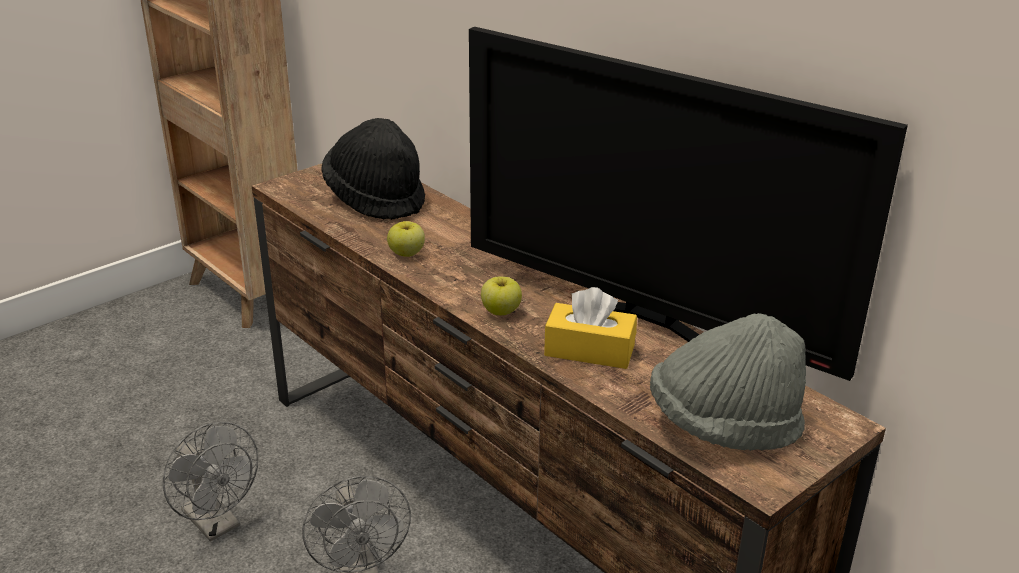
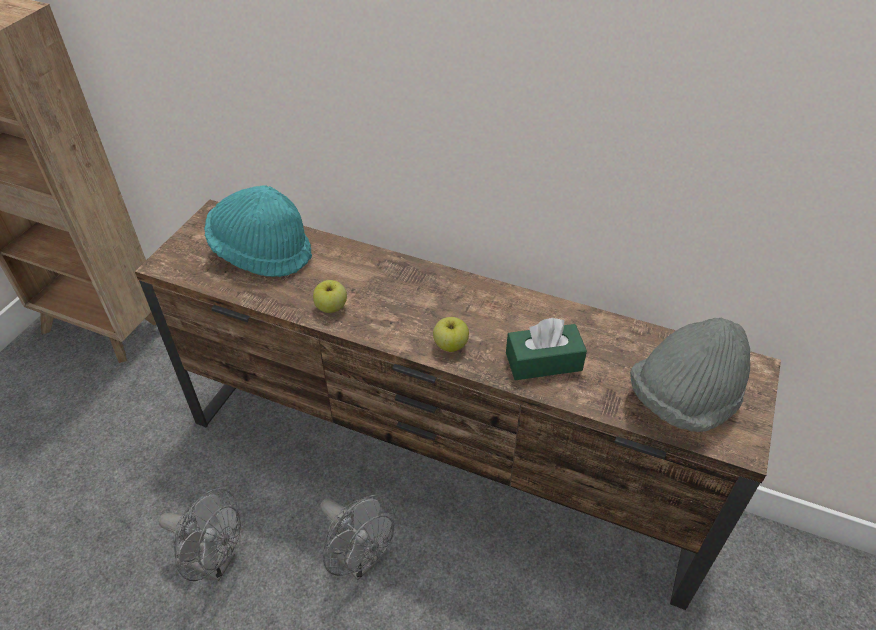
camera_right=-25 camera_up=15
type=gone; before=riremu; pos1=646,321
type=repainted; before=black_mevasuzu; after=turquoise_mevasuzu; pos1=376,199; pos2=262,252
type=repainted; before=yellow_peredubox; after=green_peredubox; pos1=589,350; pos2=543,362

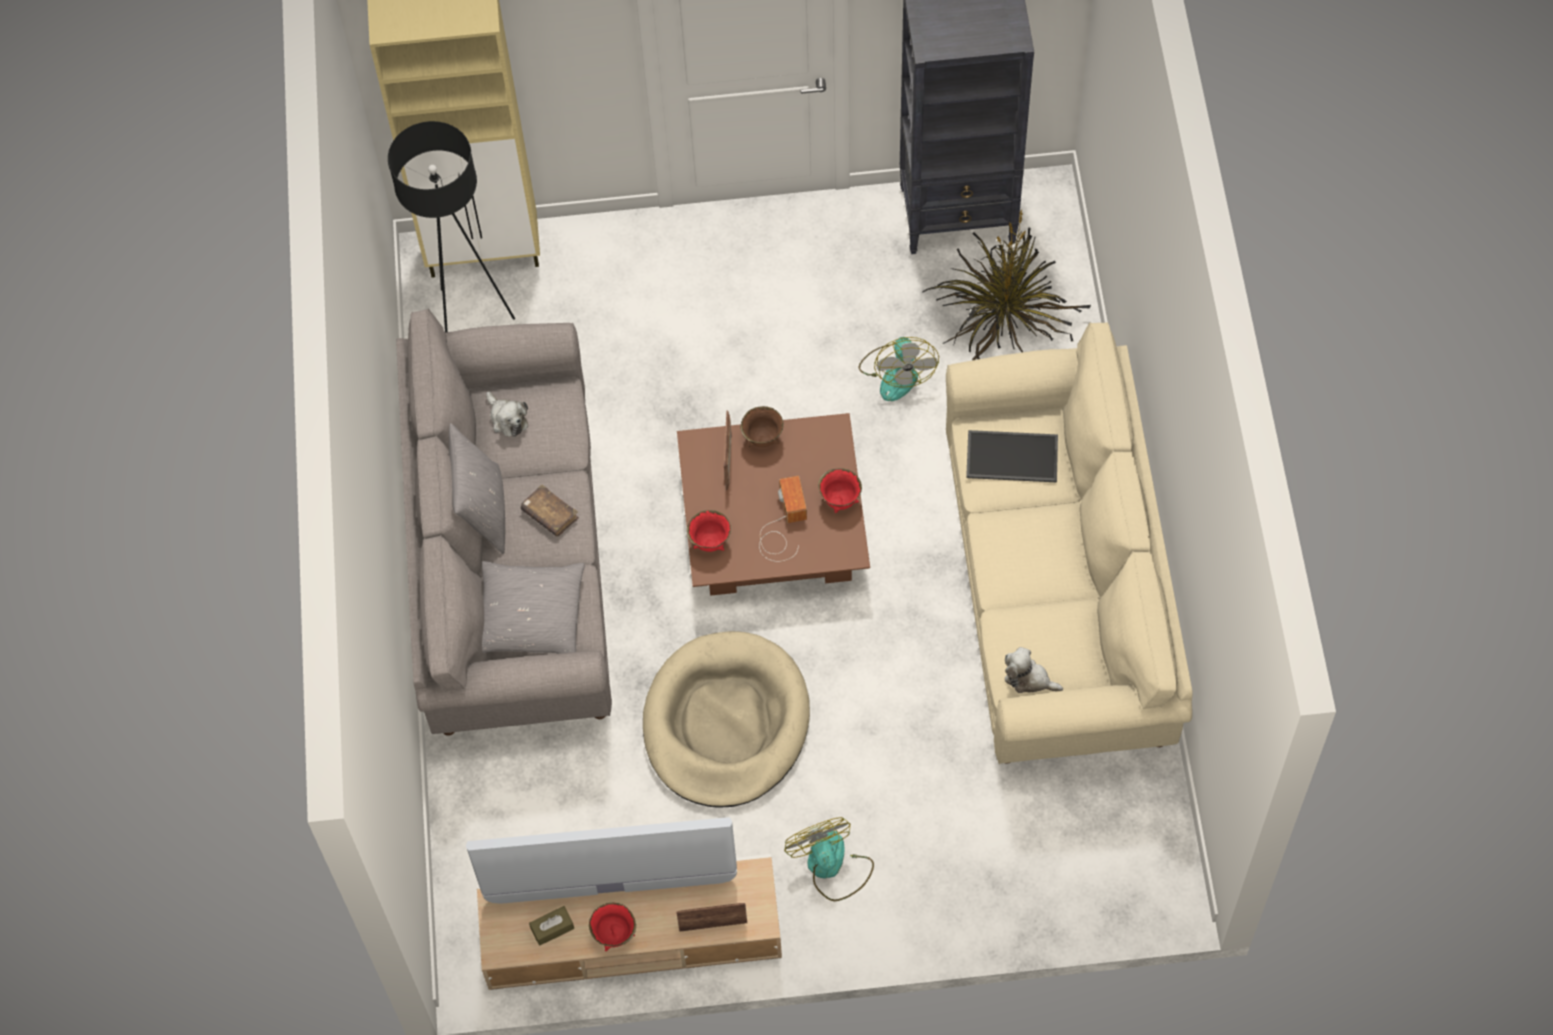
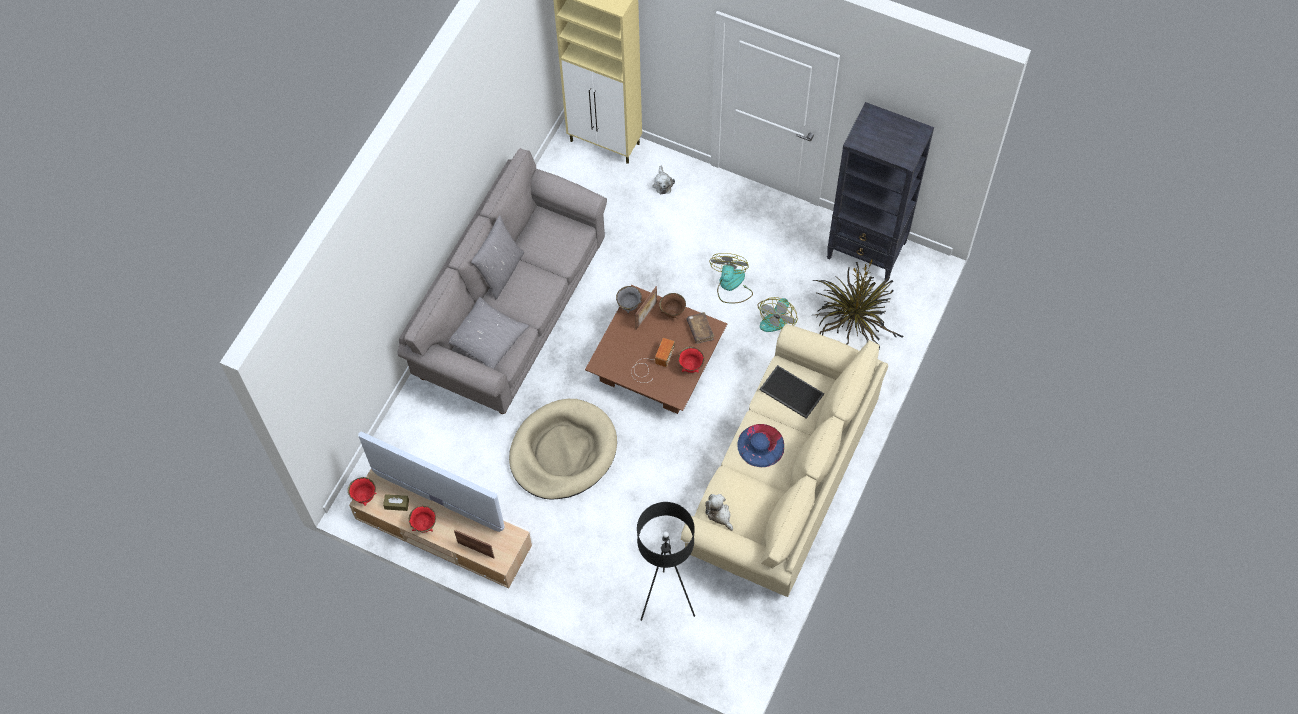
camera_right=30 camera_up=0
type=shifted; before=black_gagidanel; pos1=468,321; pos2=666,602
type=shifted; before=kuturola; pos1=507,419; pos2=662,184
type=shifted; before=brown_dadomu; pos1=550,514; pos2=700,330
type=shifted; before=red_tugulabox; pos1=710,542; pos2=364,496
type=shifted; before=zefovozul; pos1=831,866; pos2=731,285
type=new; after=grey_tugulabox; pos2=629,305
type=new; after=blue_mevasuzu; pos2=761,445

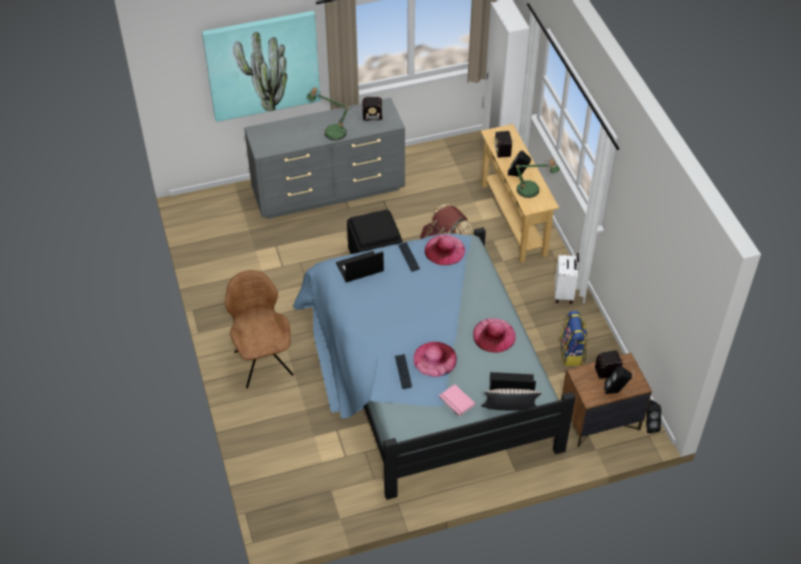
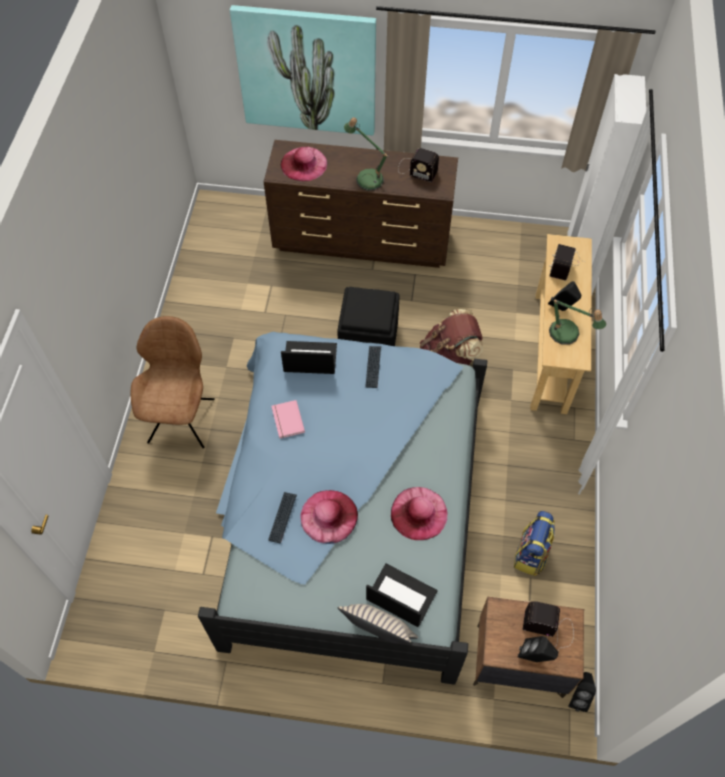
camera_right=25 camera_up=10
type=repainted; before=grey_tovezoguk; after=brown_tovezoguk; pos1=329,191; pos2=362,242
type=shifted; before=pink_mevasuzu; pos1=444,250; pos2=304,164
type=gone; before=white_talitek; pos1=564,294
type=shifted; before=pink_dadomu; pos1=456,401; pos2=286,420

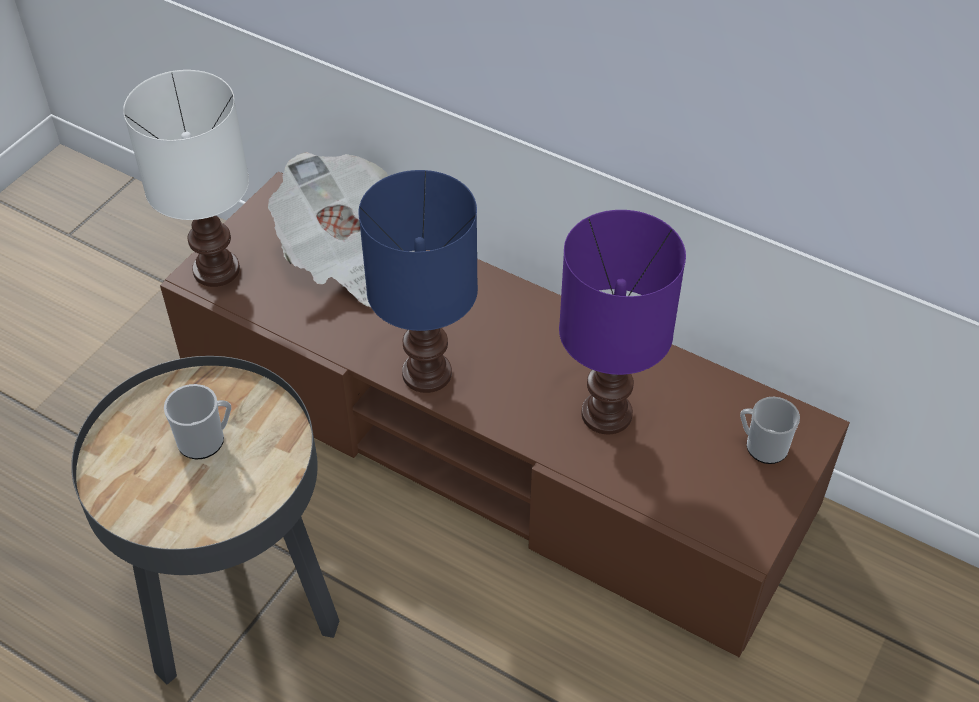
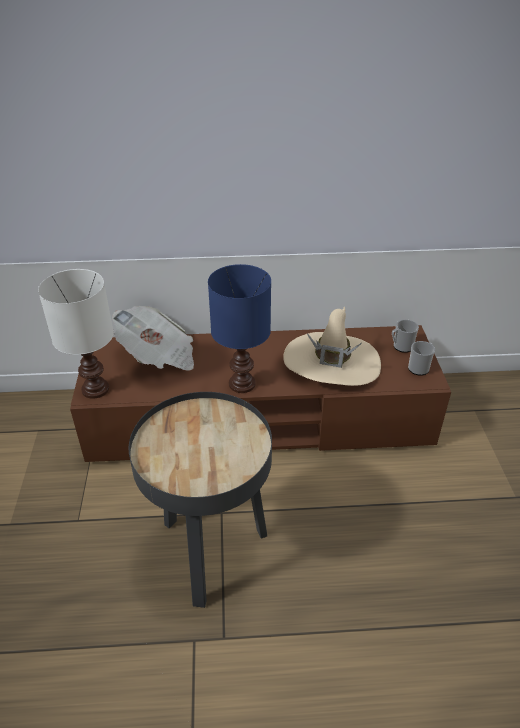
camera_right=-35 camera_up=-10
type=swapped; before=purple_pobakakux; after=beige_mevasuzu; pos1=606,412; pos2=331,363
type=shifted; before=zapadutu; pos1=206,440; pos2=420,367

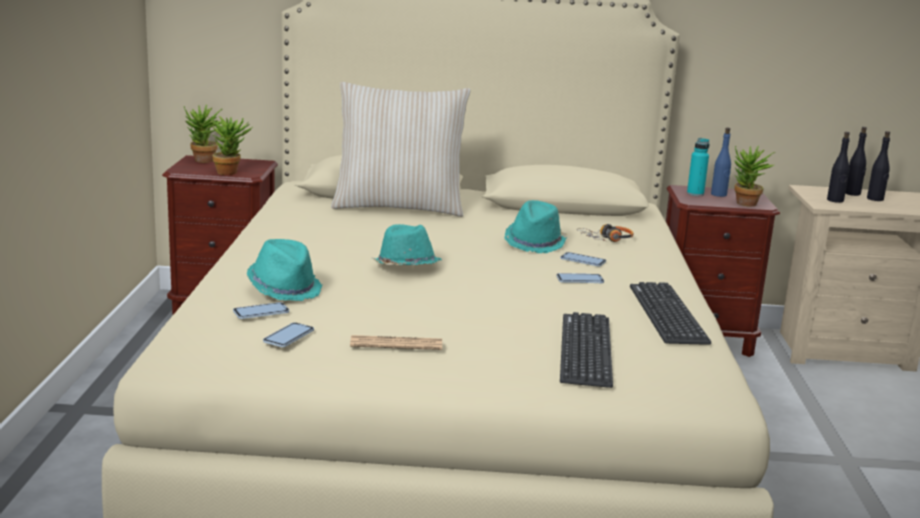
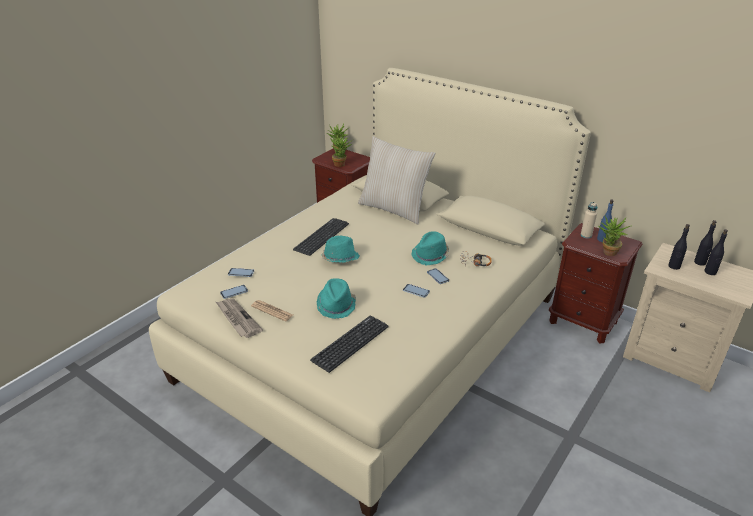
camera_right=35 camera_up=15
type=repainted; before=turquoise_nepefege; after=beige_nepefege; pos1=695,194; pos2=586,235
type=shifted; before=turquoise_mevasuzu; pos1=284,288; pos2=336,305
type=shifted; before=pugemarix; pos1=667,314; pos2=321,237
type=new; after=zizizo; pos2=237,319

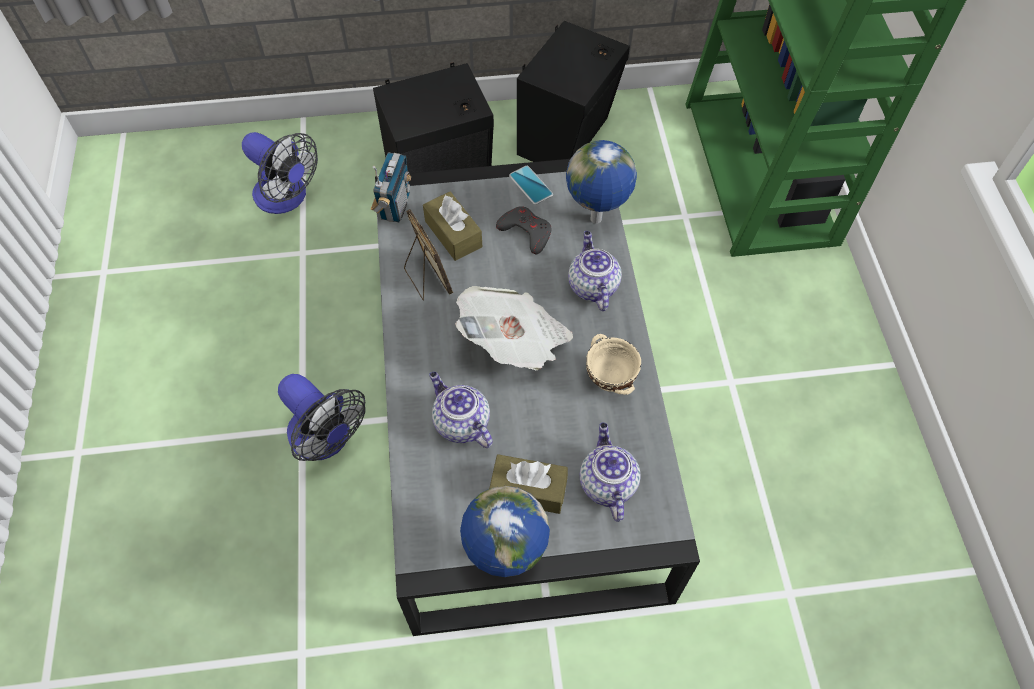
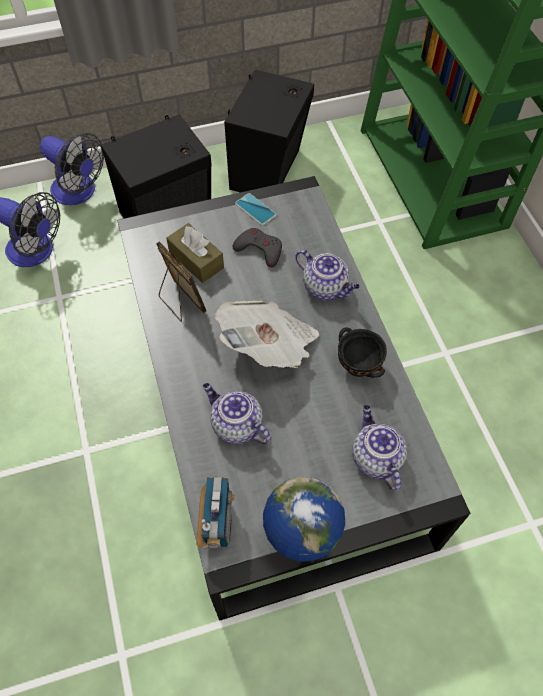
camera_right=-10 camera_up=0
type=gone; before=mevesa; pos1=596,220
type=shifted; before=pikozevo; pos1=394,206; pos2=217,524
type=rotated; before=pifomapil; pos1=592,286; pos2=326,287; turn=150
type=repainted; before=beige_tugulabox; after=black_tugulabox; pos1=610,379; pos2=358,366
type=shifted; before=zefovozul; pos1=326,439; pos2=79,193
type=gone; before=brown_peredubox; pos1=528,490

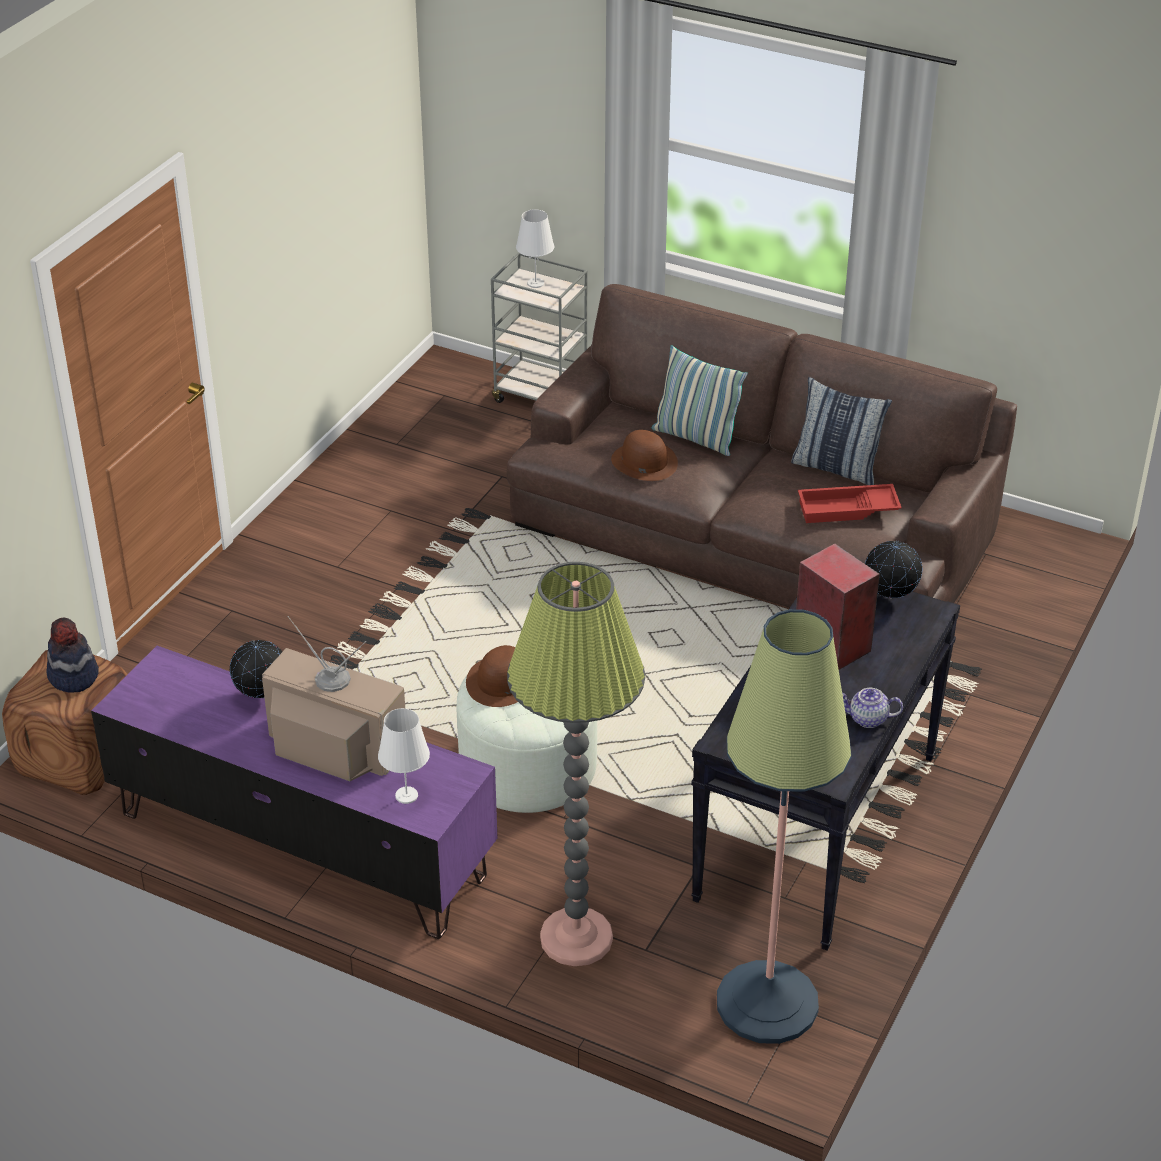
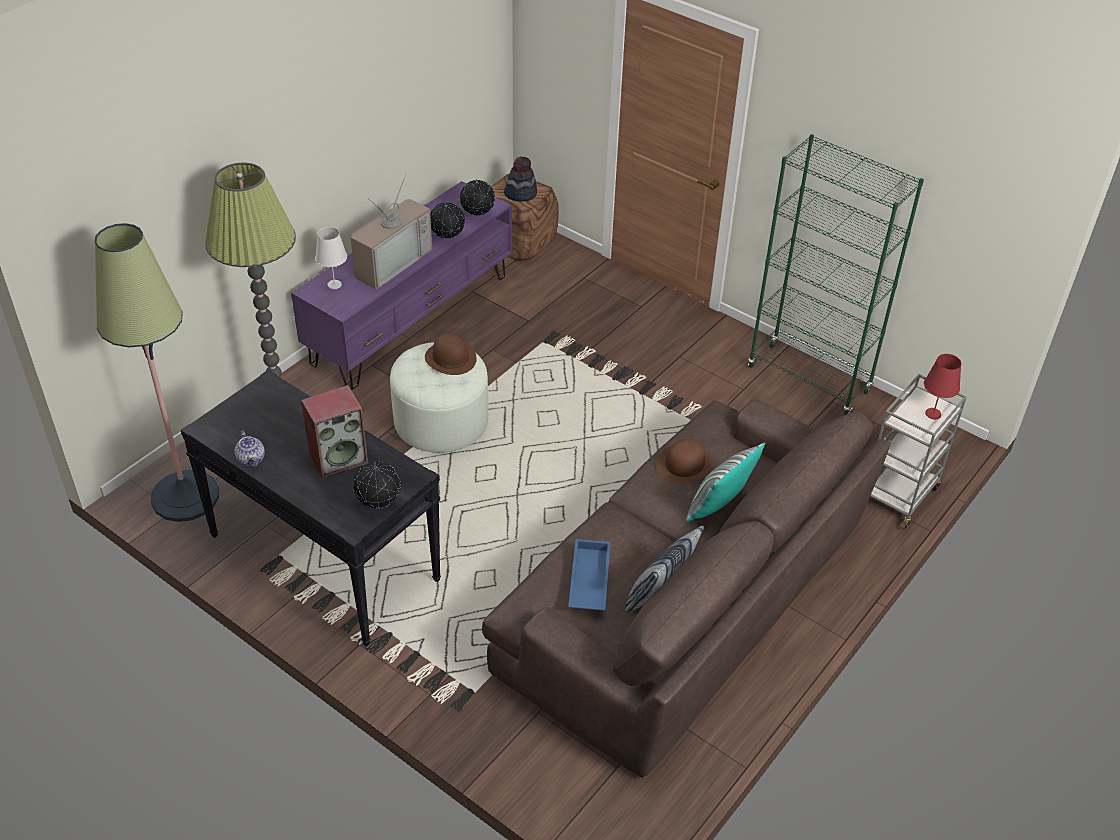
camera_right=100 camera_up=5
type=repainted; before=white_pobakakux; after=red_pobakakux; pos1=536,283; pos2=933,414
type=repainted; before=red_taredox; after=blue_taredox; pos1=847,510; pos2=588,580
type=rotated; before=pifomapil; pos1=867,719; pos2=251,459; turn=135
type=new; after=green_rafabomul; pos2=809,379
type=new; after=mevesa; pos2=477,216

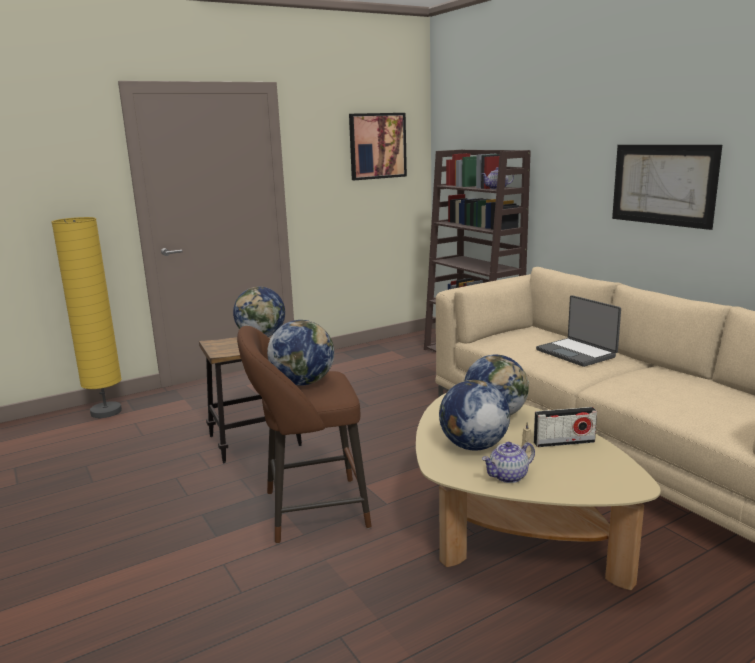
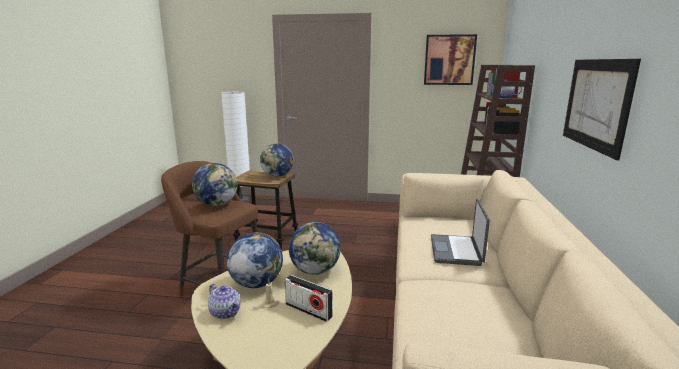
camera_right=40 camera_up=0
type=repainted; before=yellow_gagidanel; after=white_gagidanel; pos1=106,412; pos2=241,201
type=rotated; before=pifomapil; pos1=508,476; pos2=226,313; turn=-150

